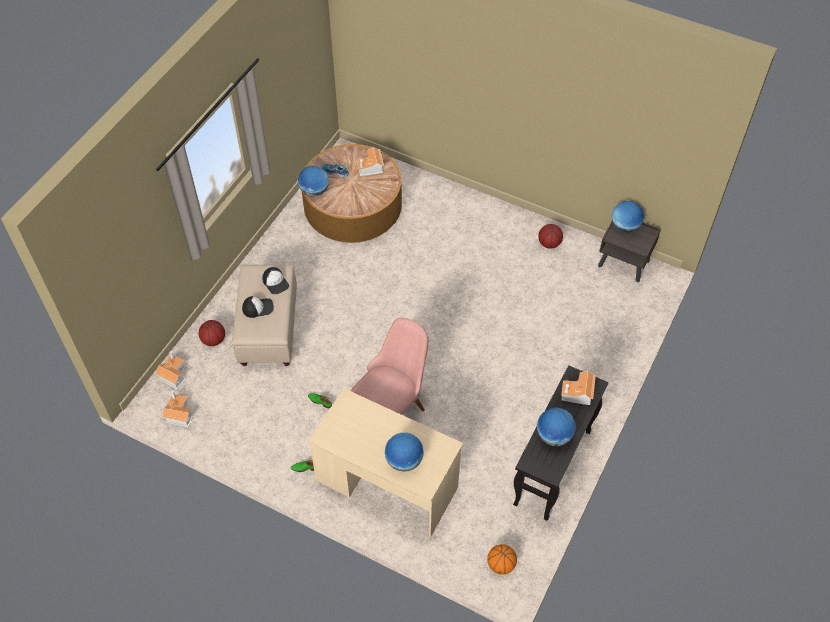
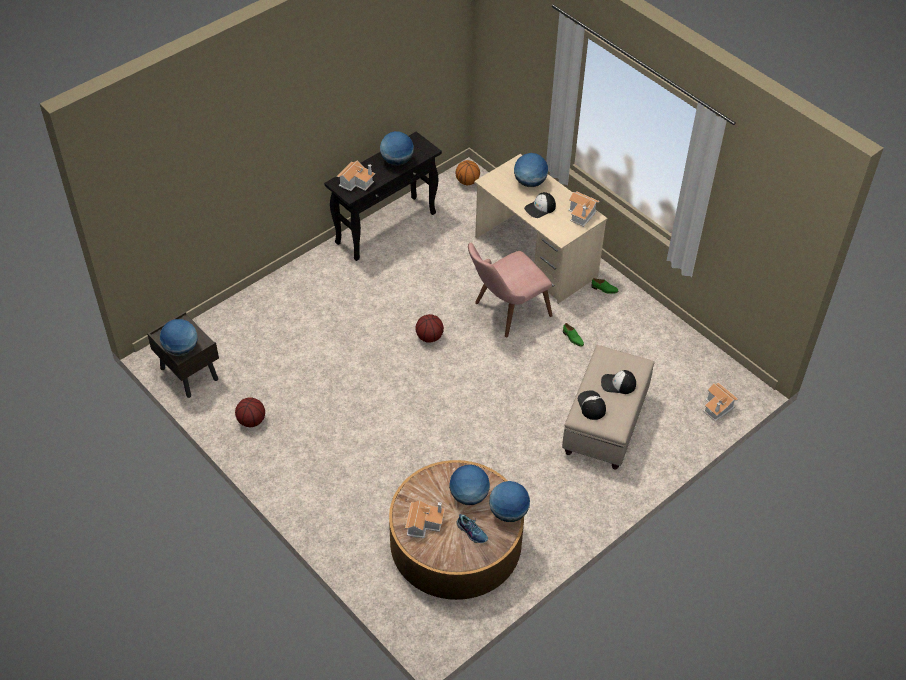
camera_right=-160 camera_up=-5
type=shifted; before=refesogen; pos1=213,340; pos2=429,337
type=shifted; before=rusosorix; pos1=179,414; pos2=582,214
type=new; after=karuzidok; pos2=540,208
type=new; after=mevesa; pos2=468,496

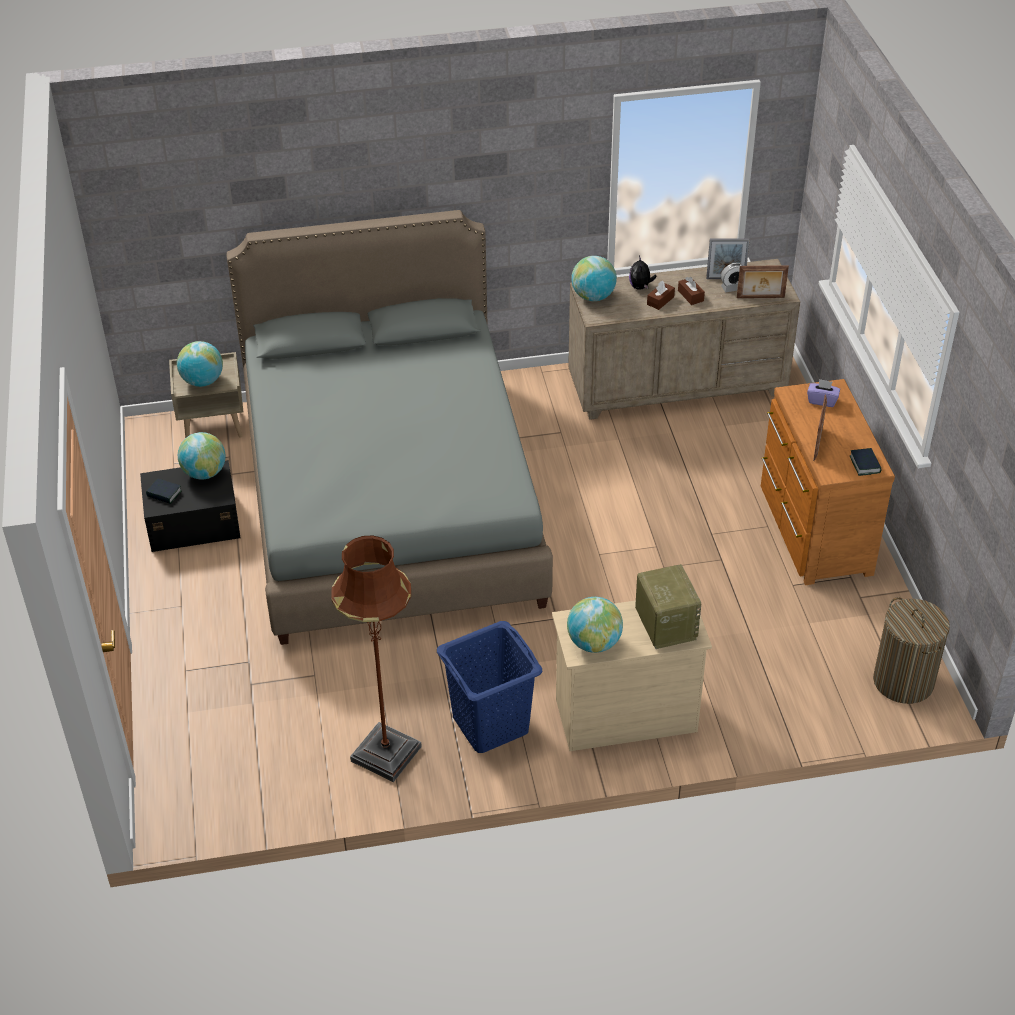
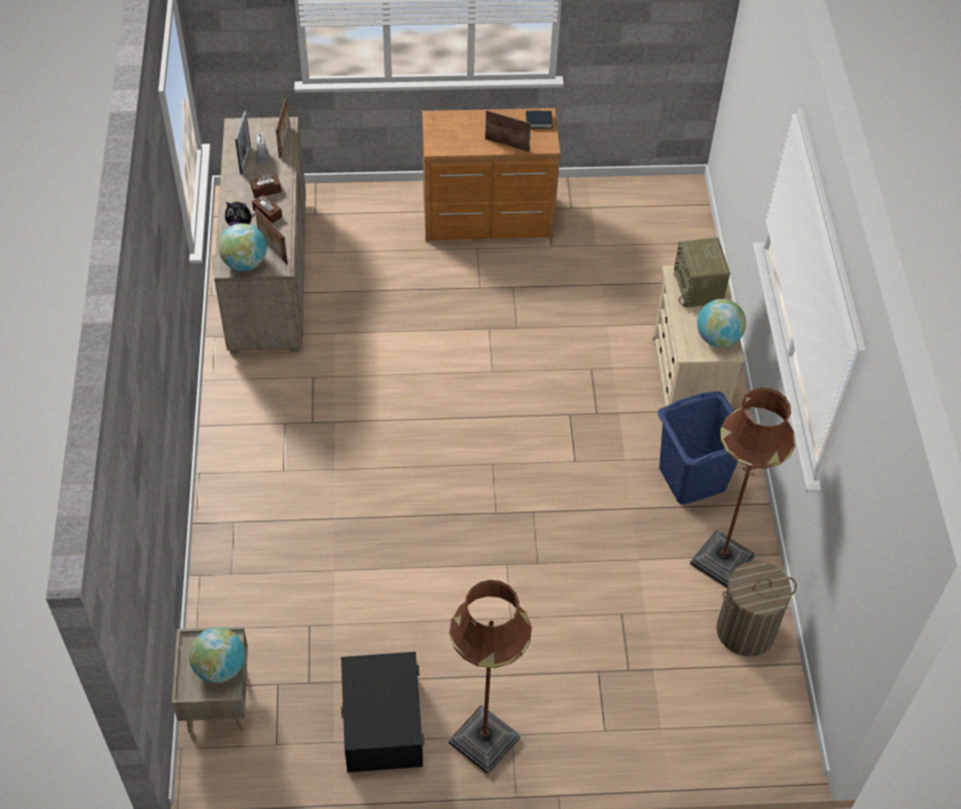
camera_right=-85 camera_up=10
type=gone; before=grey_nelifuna; pos1=389,500
type=gone; before=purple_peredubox; pos1=822,400
type=gone; before=mevesa; pos1=204,473
type=gone; before=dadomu; pos1=164,494
type=rotated; before=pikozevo; pos1=665,624; pos2=698,288; turn=-90
type=shifted; before=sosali; pos1=903,681; pos2=745,630
type=new; after=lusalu; pos2=272,250
type=new; after=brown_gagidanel; pos2=484,741

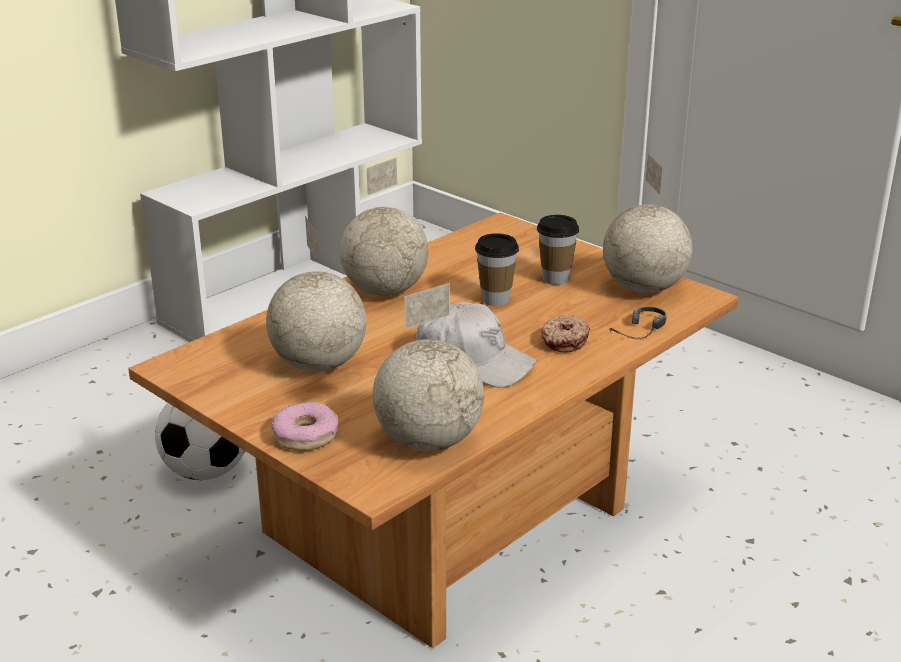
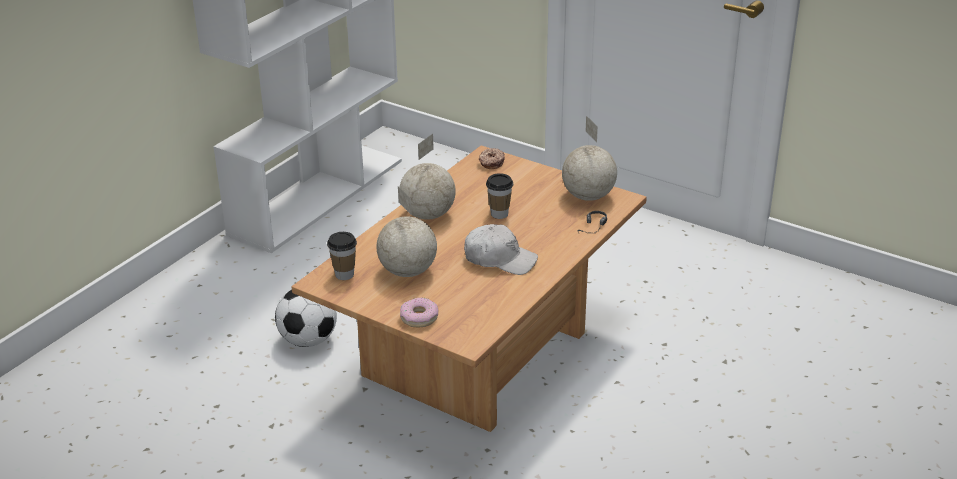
camera_right=-10 camera_up=5
type=shifted; before=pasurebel; pos1=555,279; pos2=344,275
type=gone; before=mevesa; pos1=427,442
type=shifted; before=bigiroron; pos1=563,341; pos2=491,162

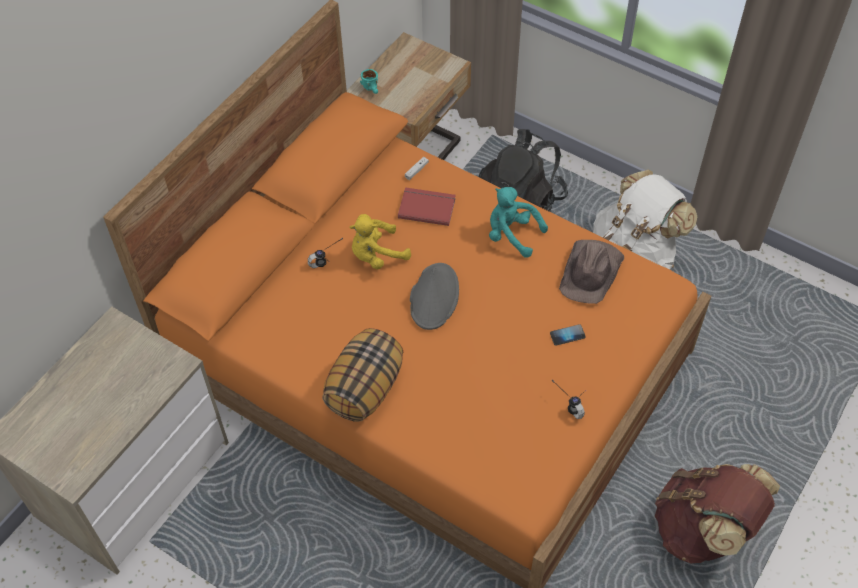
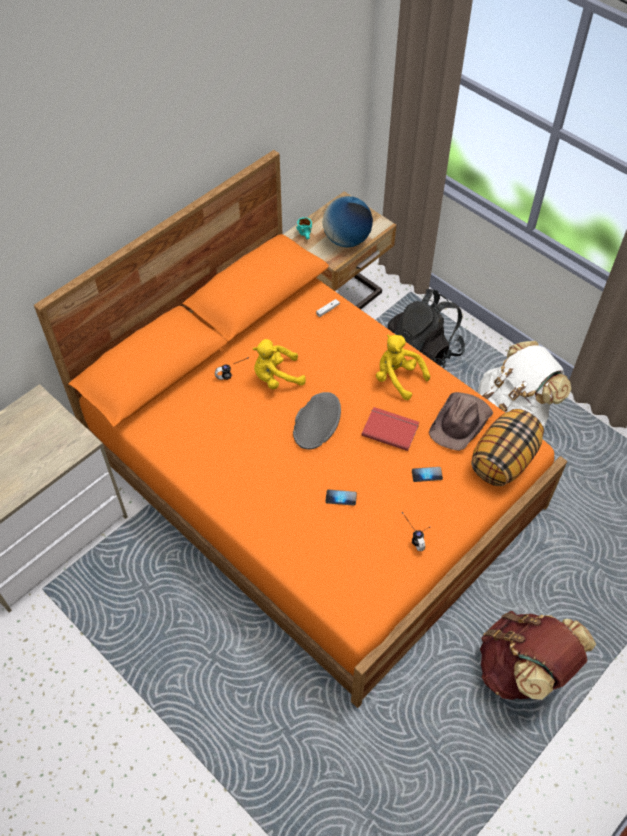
camera_right=10 camera_up=0
type=shifted; before=red_dadomu; pos1=426,207; pos2=390,429
type=repainted; before=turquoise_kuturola; after=yellow_kuturola; pos1=512,235; pos2=397,378
type=shifted; before=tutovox; pos1=364,388; pos2=503,460
type=new; after=mevesa; pos2=346,240
type=new; after=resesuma; pos2=341,498

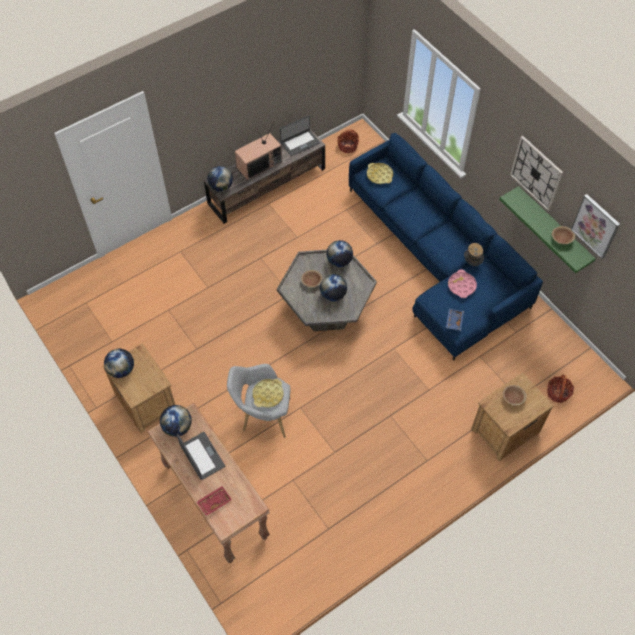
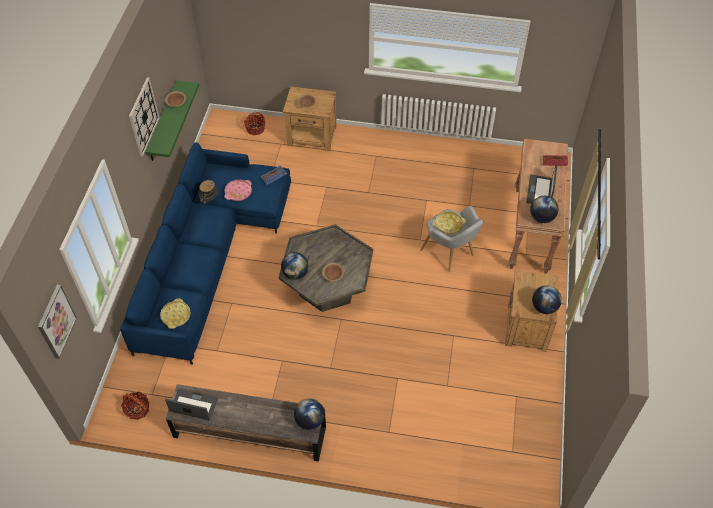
camera_right=-135 camera_up=-5
type=gone; before=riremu; pos1=259,164
type=shifted; before=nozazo; pos1=595,226; pos2=56,321
type=gone; before=mevesa; pos1=333,295

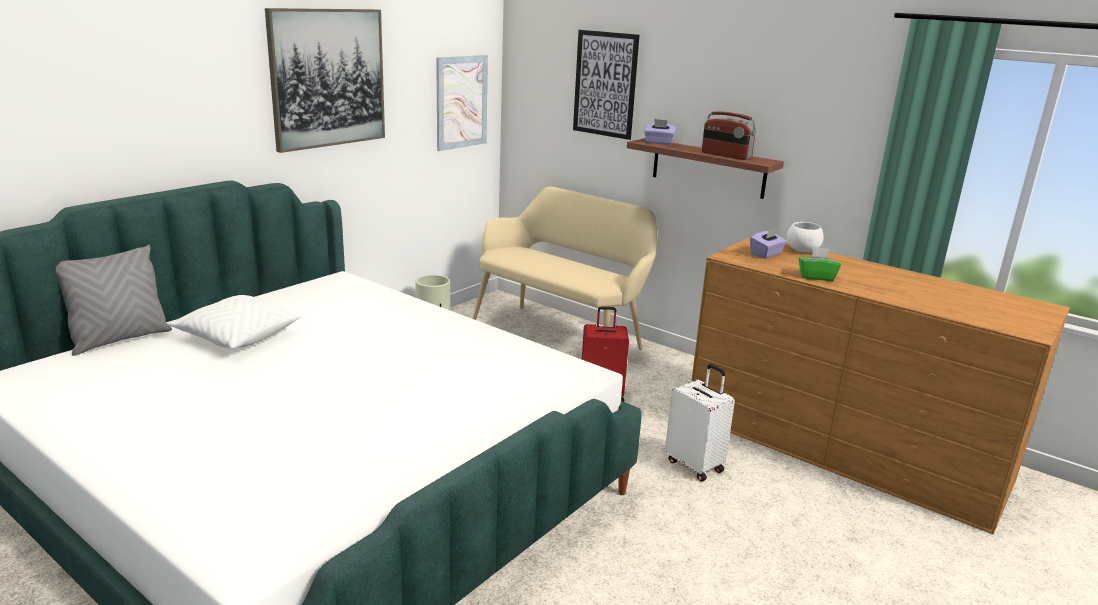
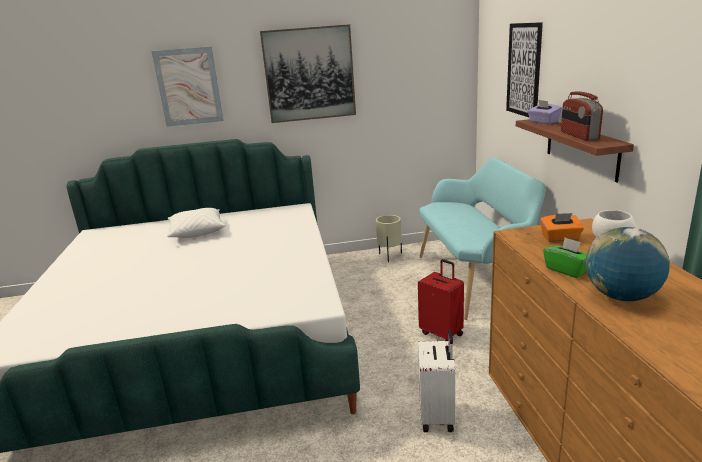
camera_right=45 camera_up=0
type=shifted; before=nozazo; pos1=461,102; pos2=188,87
type=repainted; before=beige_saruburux; after=turquoise_saruburux; pos1=562,336; pos2=474,280
type=repainted; before=purple_peredubox; after=orange_peredubox; pos1=766,254; pos2=560,238
type=gone; before=grey_tutovox; pos1=120,339
type=new; after=mevesa; pos2=621,297

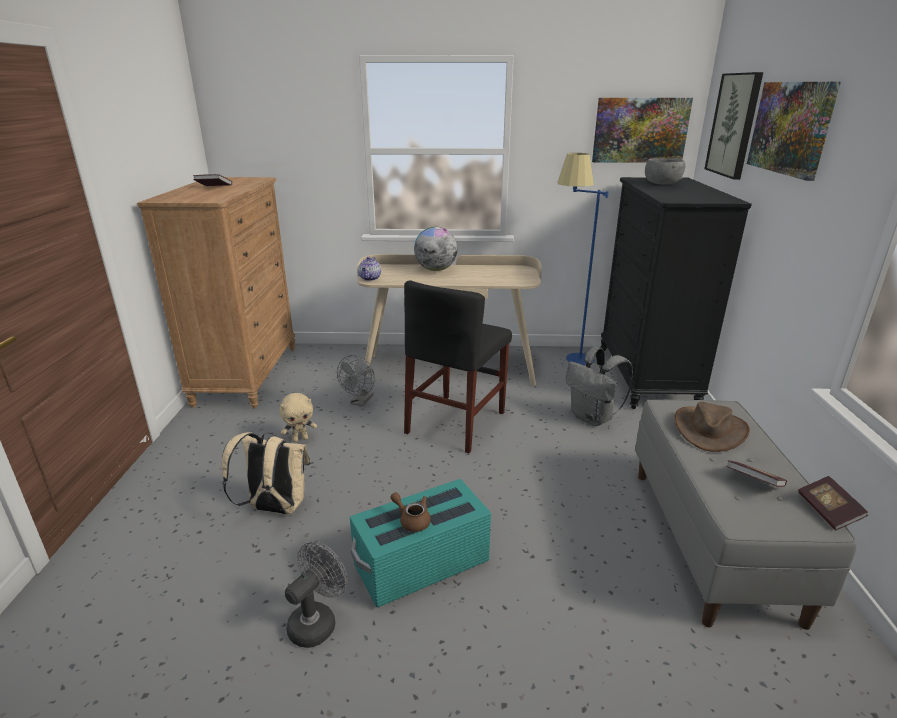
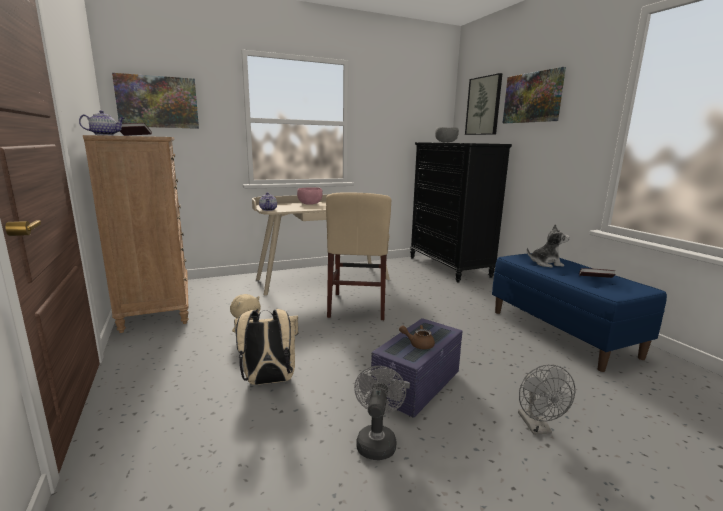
camera_right=-25 camera_up=-10
type=shifted; before=nozazo; pos1=640,130; pos2=157,102
type=gone; before=blue_gagidanel; pos1=569,361
type=swapped; before=mevesa; after=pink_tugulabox; pos1=435,270; pos2=310,204
type=repainted; before=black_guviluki; after=beige_guviluki; pos1=456,422; pos2=358,306
type=gone; before=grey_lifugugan; pos1=593,418
type=shifted; before=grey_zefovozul; pos1=360,402; pos2=537,427
type=repainted; before=grey_saruburux; after=blue_saruburux; pos1=711,540; pos2=562,333
type=swapped; before=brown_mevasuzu; after=kuturola; pos1=709,429; pos2=545,263
type=gone; before=dadomu; pos1=828,511
type=repainted; before=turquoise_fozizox; after=purple_fozizox; pos1=421,564; pos2=416,386
type=new; after=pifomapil; pos2=105,135

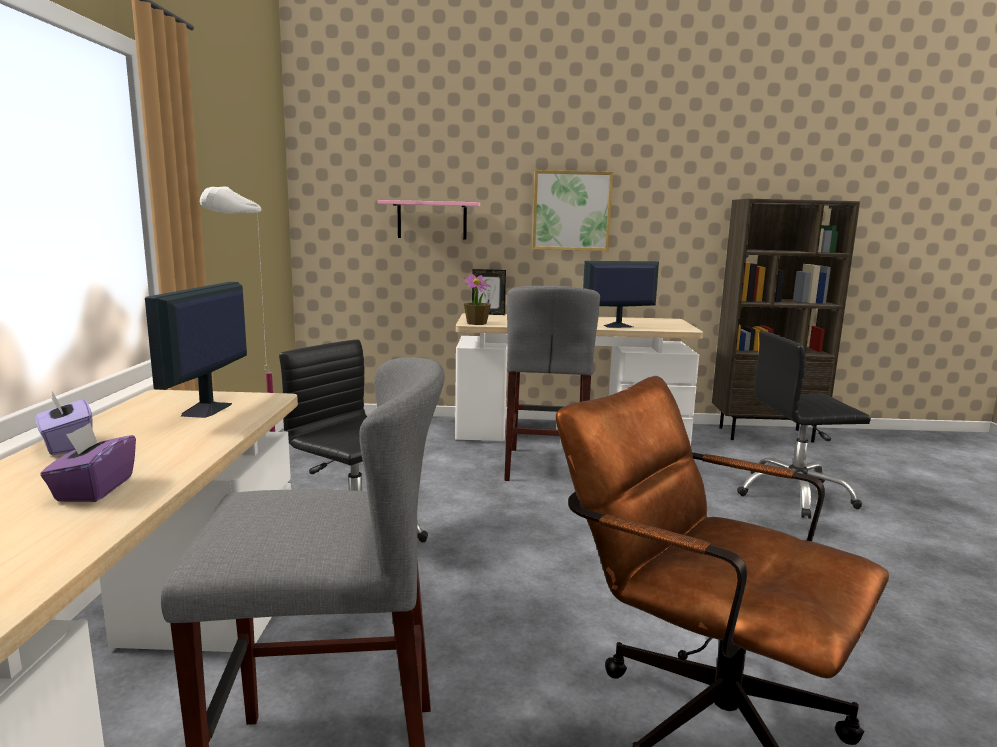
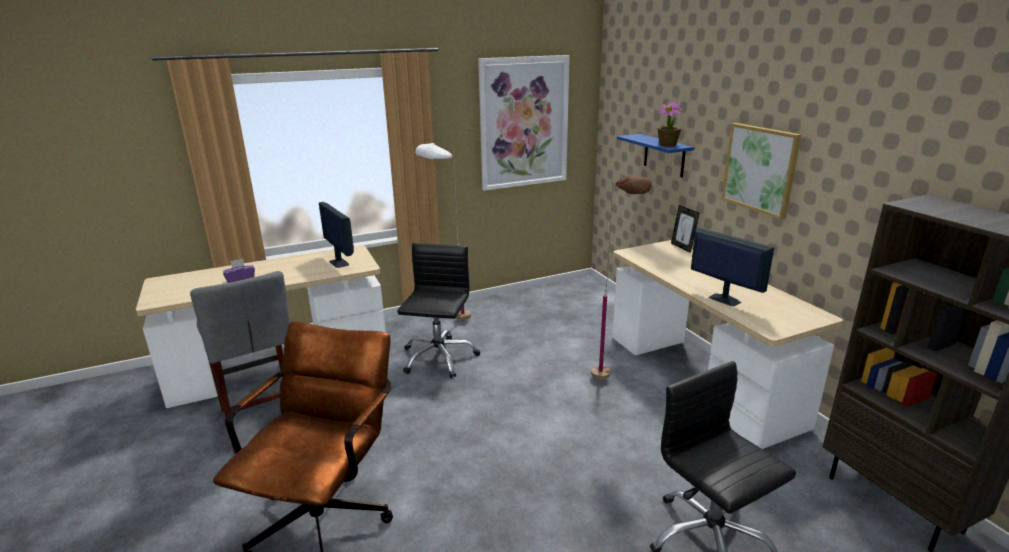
camera_right=65 camera_up=10
type=repainted; before=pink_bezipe; after=blue_bezipe; pos1=432,220; pos2=664,155
type=shifted; before=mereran; pos1=476,323; pos2=667,145
type=rotated; before=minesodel; pos1=206,410; pos2=339,263; turn=-105
type=swapped; before=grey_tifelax; after=brown_gagidanel; pos1=546,465; pos2=611,386
type=gone; before=purple_peredubox; pos1=67,445
type=new; after=nozazo; pos2=524,123

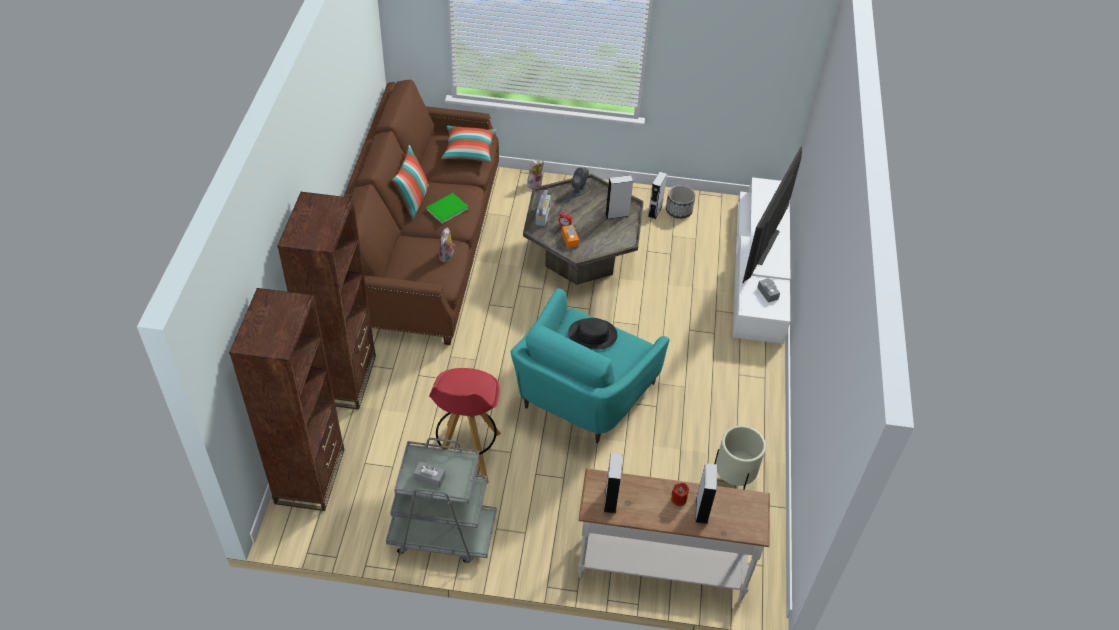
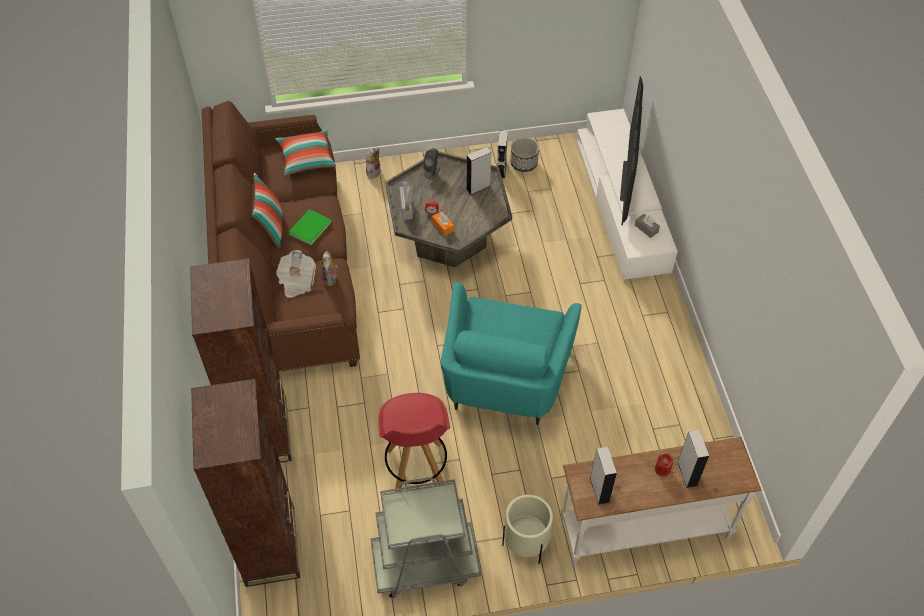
camera_right=-15 camera_up=5
type=gone; before=black_mevasuzu; pos1=592,335
type=shifted; before=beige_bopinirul; pos1=733,479; pos2=526,545
type=gone; before=grey_peredubox; pos1=429,477
type=new; after=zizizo; pos2=297,281

